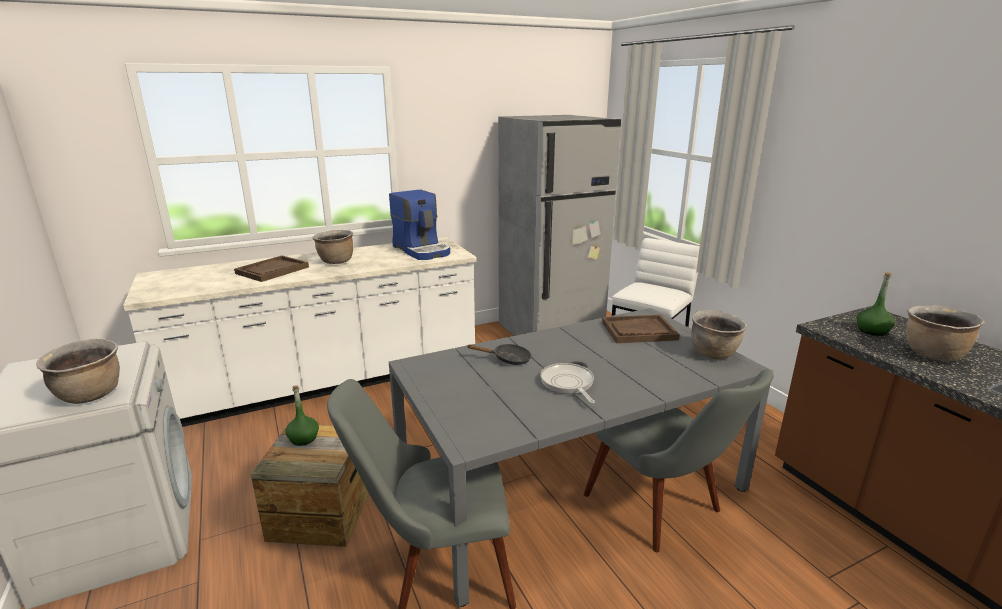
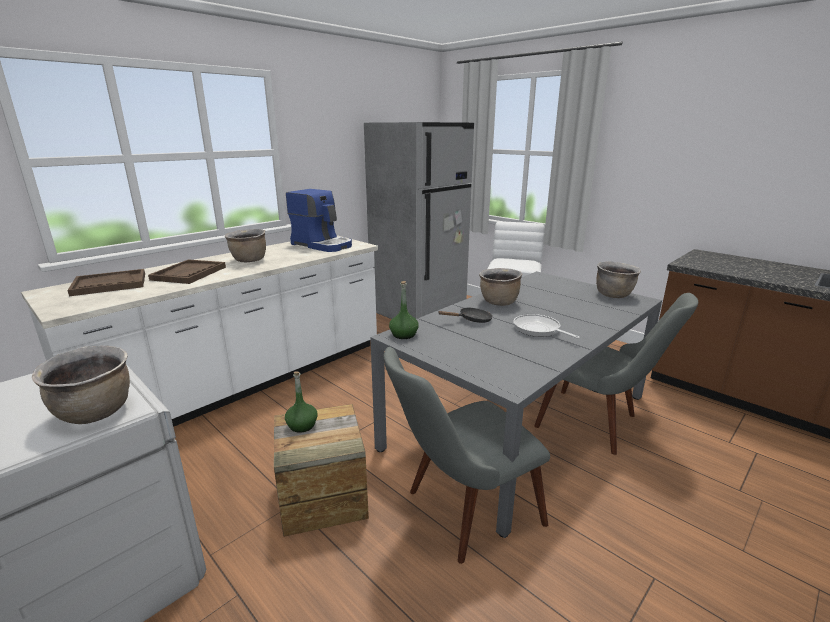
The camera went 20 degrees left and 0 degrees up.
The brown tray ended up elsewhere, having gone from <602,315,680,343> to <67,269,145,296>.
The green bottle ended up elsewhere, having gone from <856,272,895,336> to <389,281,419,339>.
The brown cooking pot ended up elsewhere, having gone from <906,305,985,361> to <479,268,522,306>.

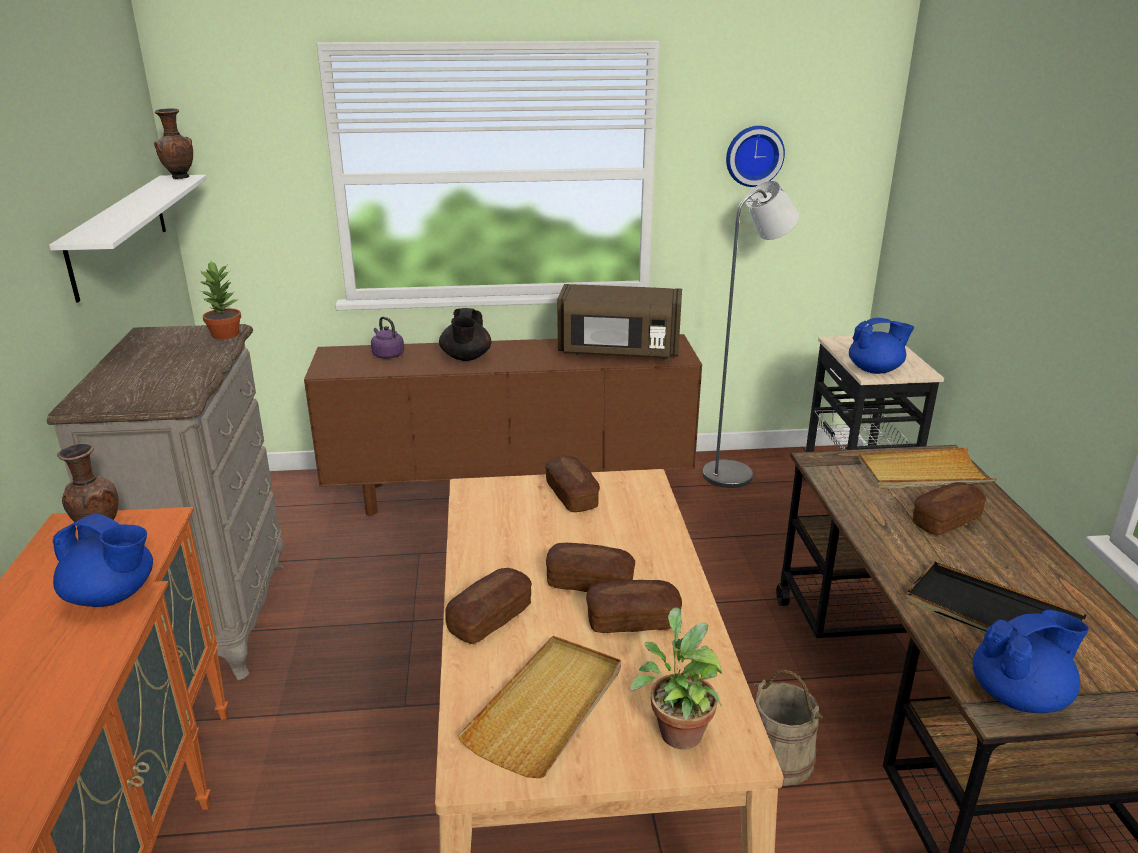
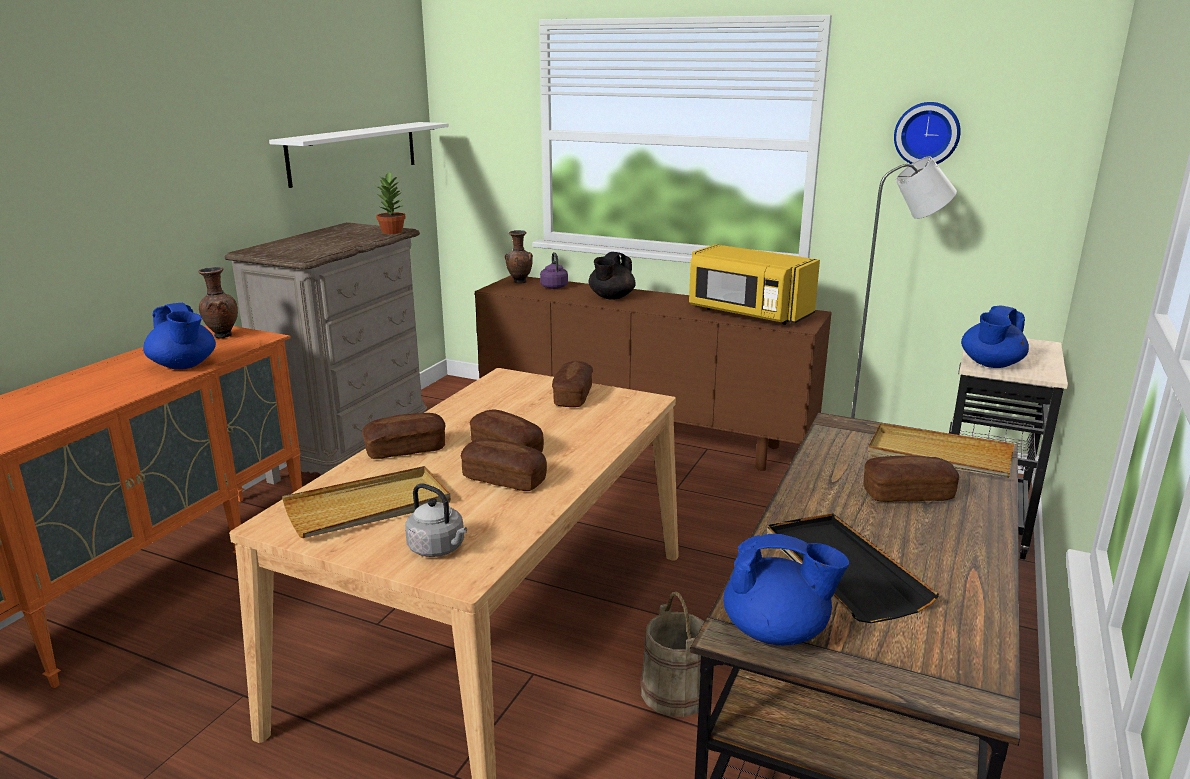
The camera went 30 degrees right and 5 degrees down.
The brown vase ended up elsewhere, having gone from <154,108,193,179> to <505,230,533,284>.
Where the potted plant stood at <630,607,722,749>, the grey kettle came to stand at <405,483,467,557>.
What was the brown microwave at <557,284,682,359> turned into the yellow microwave at <689,244,820,325>.
The blue teapot at <849,318,914,374> ended up facing another way, 105 degrees clockwise from before.

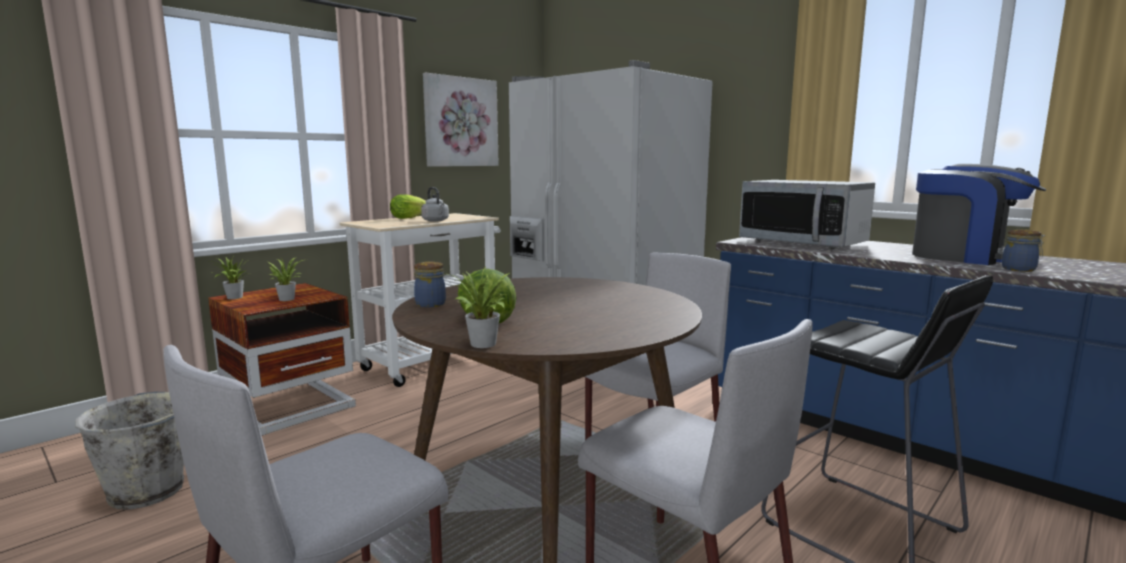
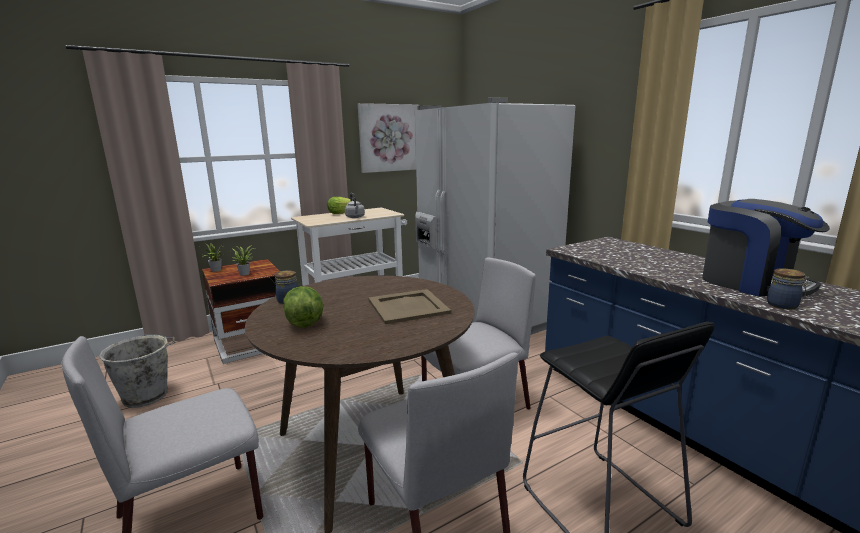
The camera went 15 degrees right and 5 degrees up.
The second view lost the potted plant at <442,268,512,348>.
The second view lost the microwave at <739,180,875,249>.
The second view gained the beige tray at <368,289,451,324>.

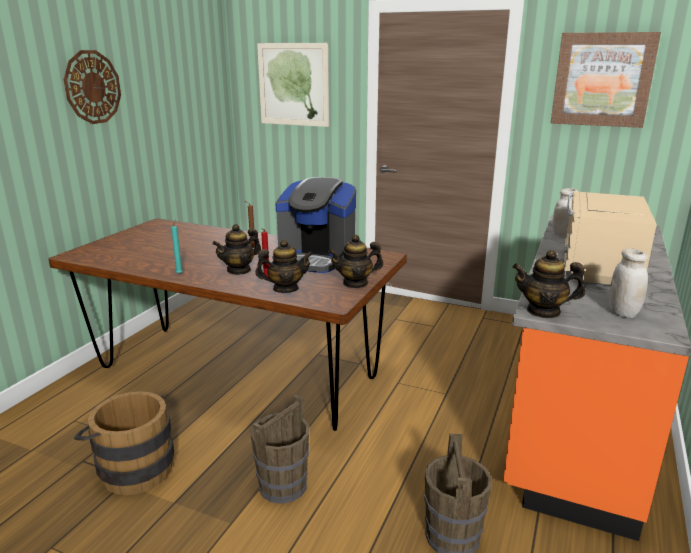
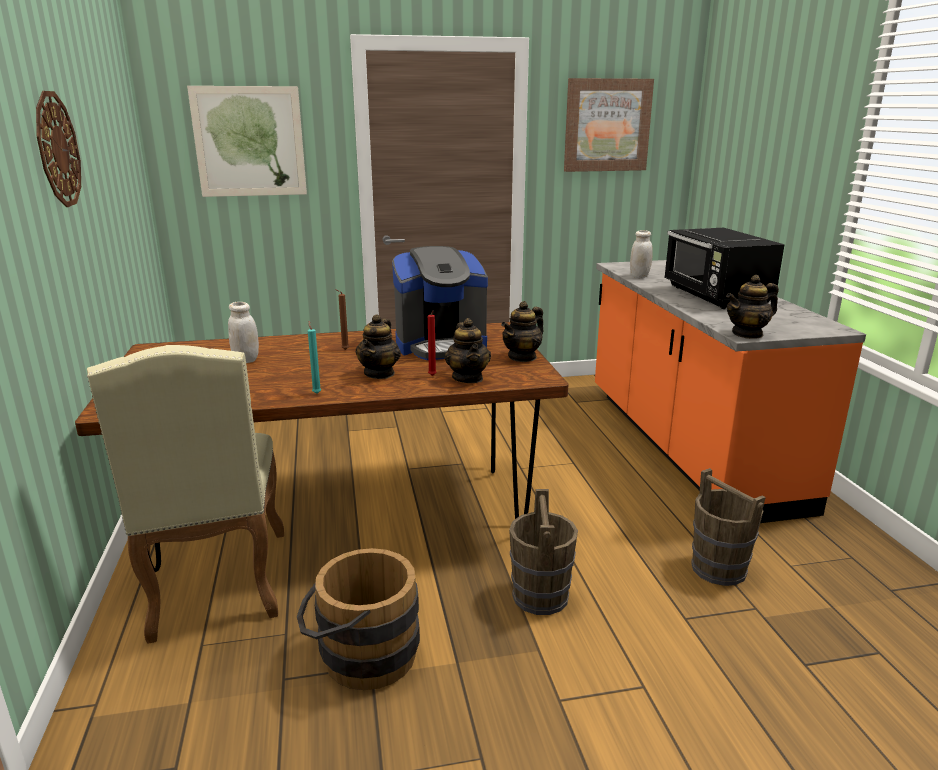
The camera went 35 degrees left and 0 degrees up.
The second view gained the beige chair at <87,345,284,644>.
The white jar ended up elsewhere, having gone from <609,249,648,318> to <228,302,259,363>.
What was the beige microwave at <564,191,657,285> turned into the black microwave at <664,228,785,309>.
The teapot at <255,239,313,293> ended up facing another way, 120 degrees clockwise from before.

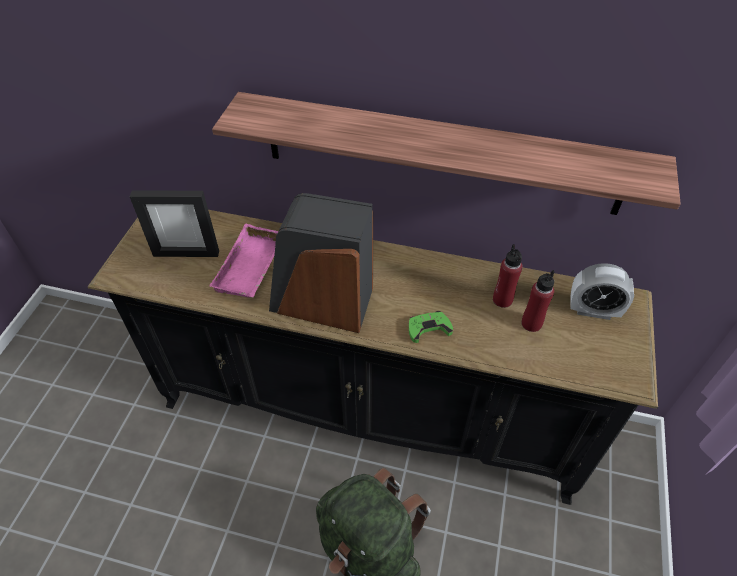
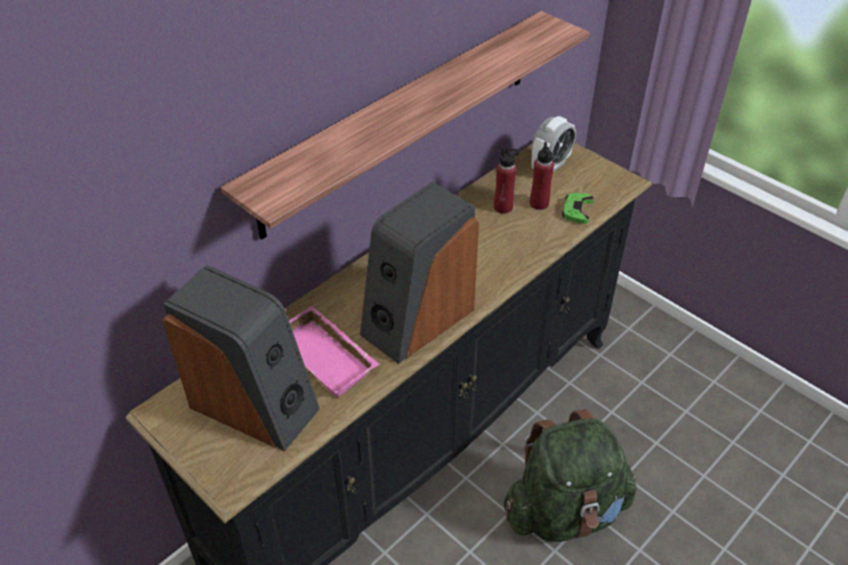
The camera went 60 degrees left and 5 degrees down.
The green game controller ended up elsewhere, having gone from <409,311,453,343> to <562,193,594,224>.
Where the picture frame stood at <130,190,219,257>, the speaker came to stand at <163,265,320,451>.

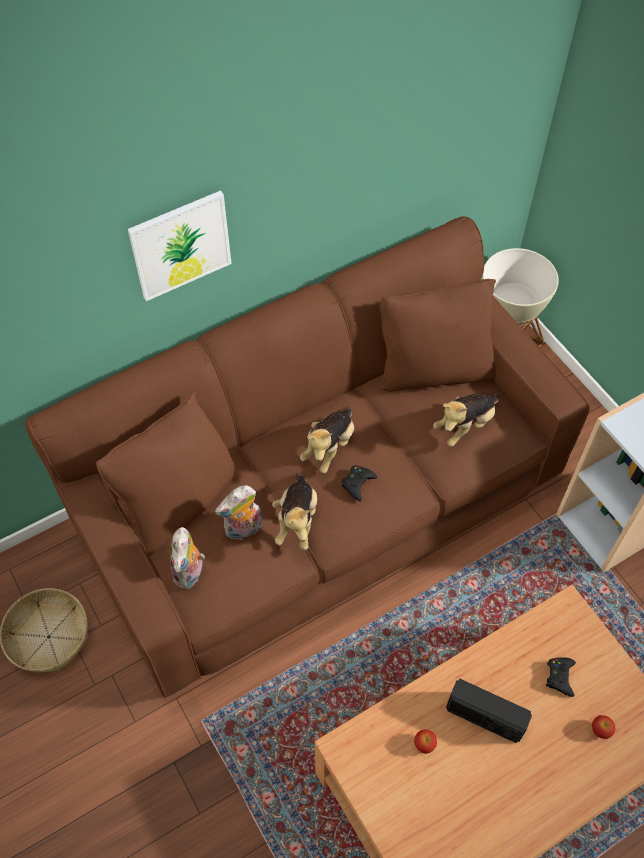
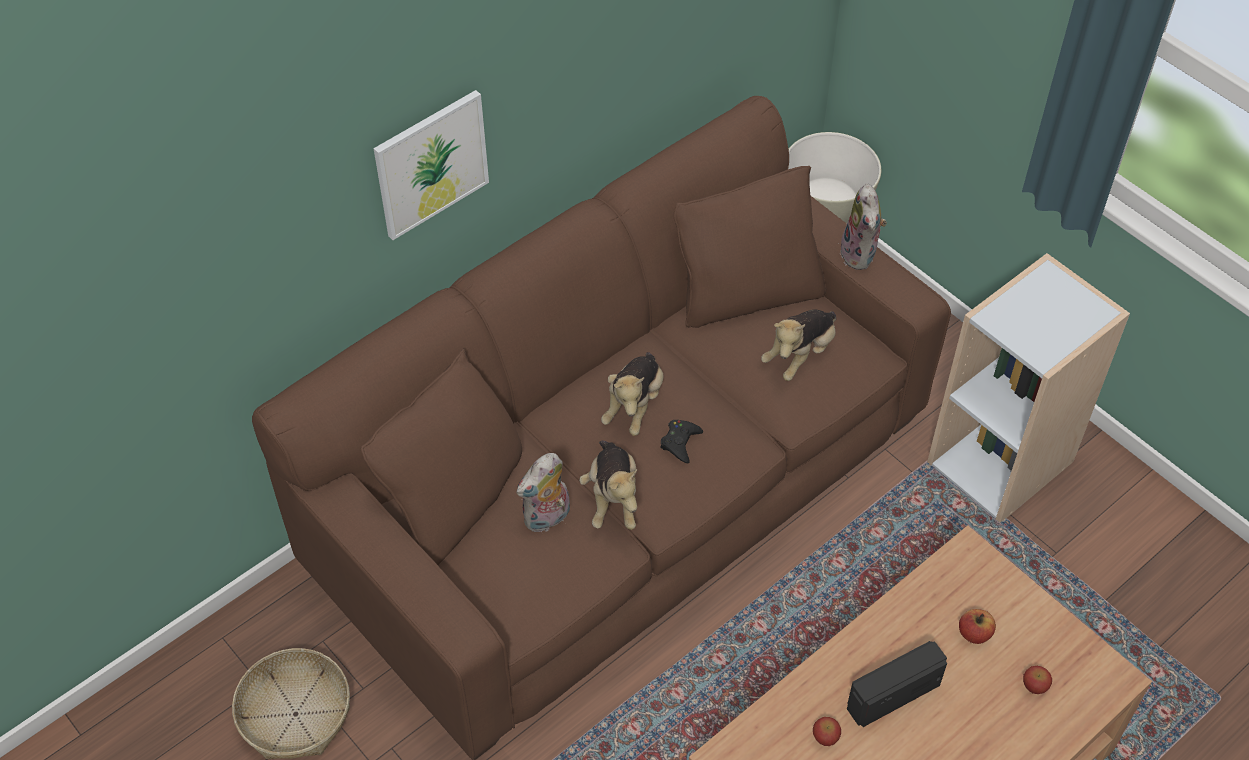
The camera went 10 degrees left and 5 degrees down.
The plush toy ended up elsewhere, having gone from <170,527,205,589> to <840,183,887,270>.
Where the black game controller stood at <546,658,576,697>, the apple came to stand at <959,609,996,644>.
The radio at <446,679,532,743> ended up facing another way, 135 degrees clockwise from before.

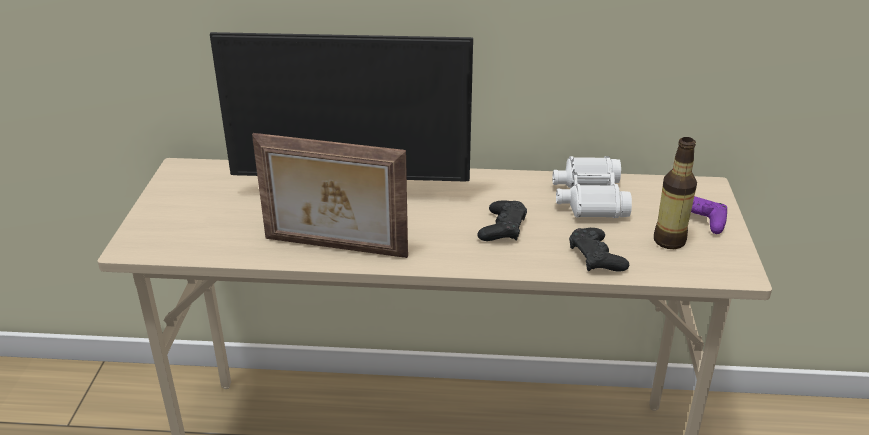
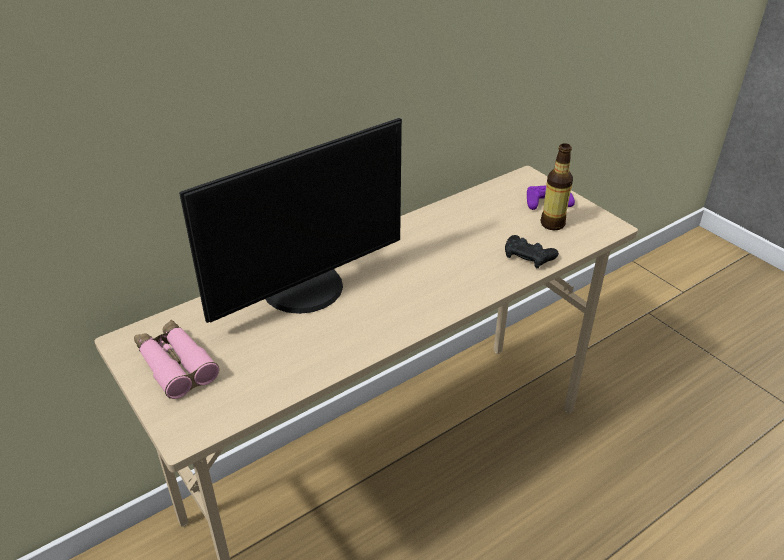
The camera went 40 degrees left and 5 degrees up.
The second view lost the picture frame at <252,133,408,258>.
The second view lost the black game controller at <477,200,527,241>.
The second view lost the white binoculars at <552,156,632,218>.
The second view gained the pink binoculars at <134,320,219,399>.

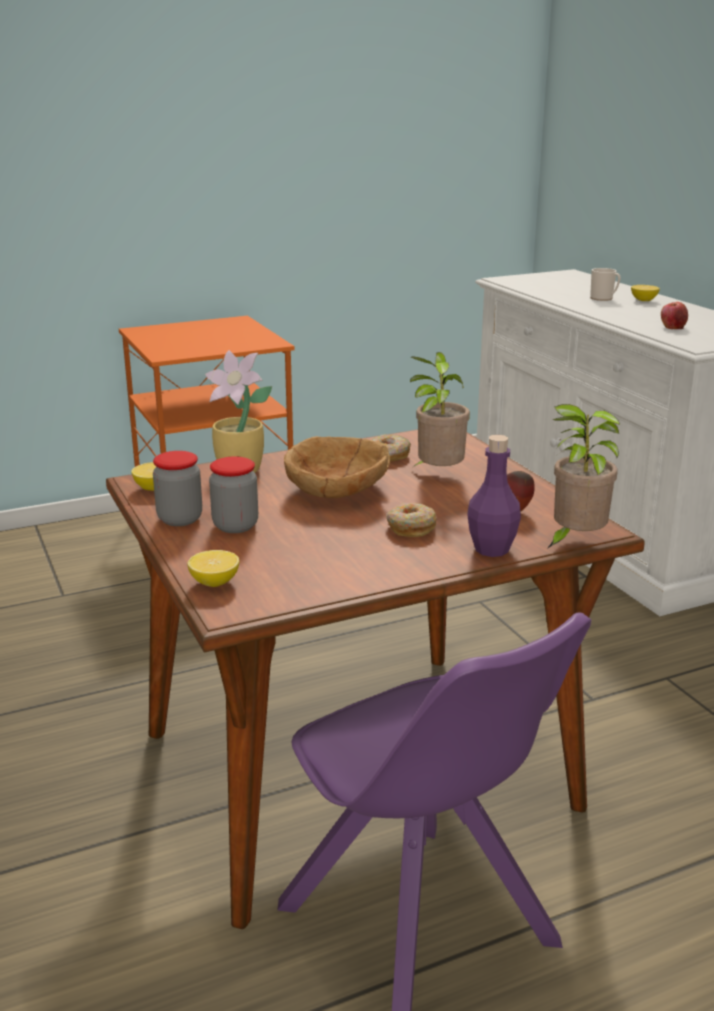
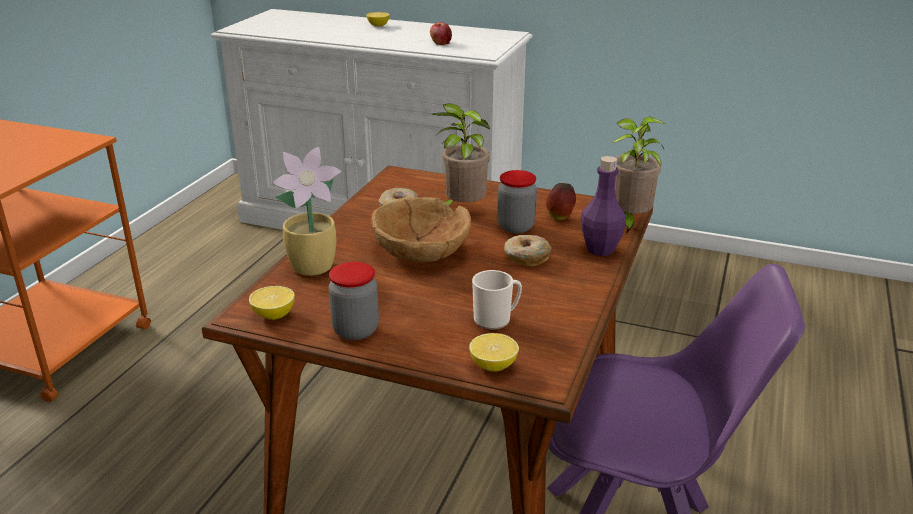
The camera went 45 degrees left and 5 degrees up.
The jar ended up elsewhere, having gone from <209,456,258,533> to <497,170,537,233>.
The mug ended up elsewhere, having gone from <590,268,621,301> to <472,270,522,330>.

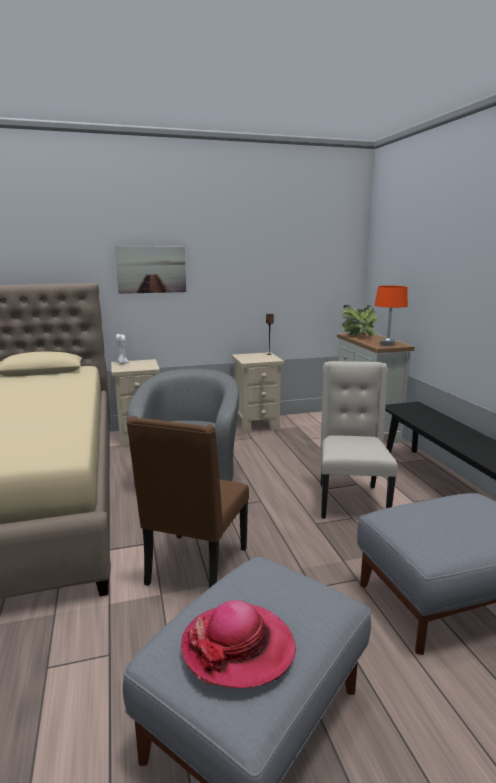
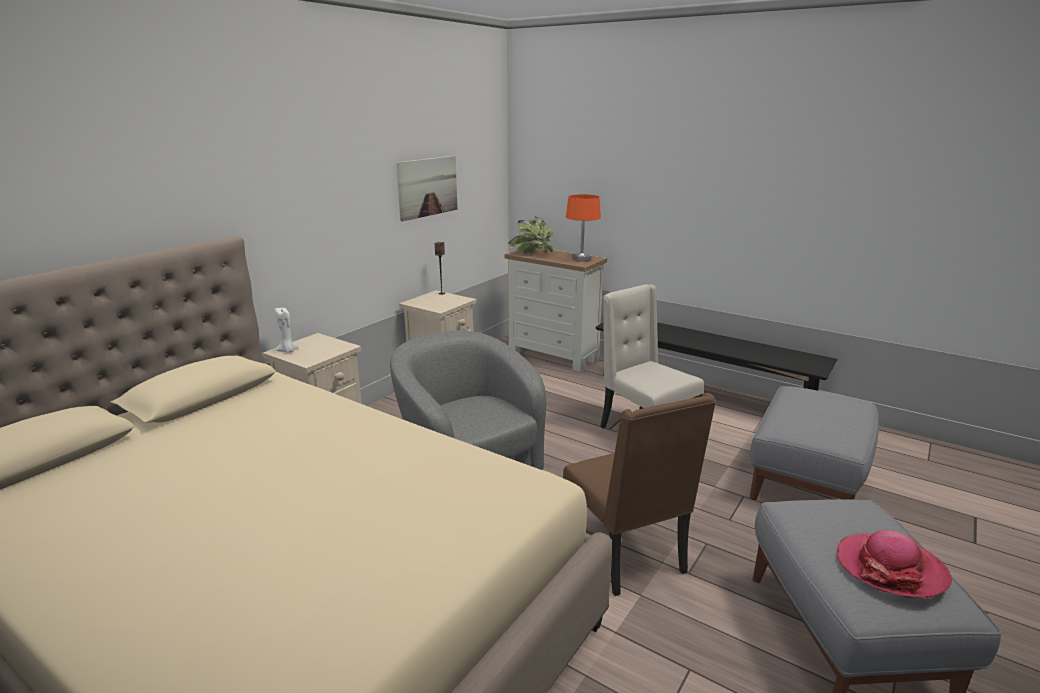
The camera went 40 degrees left and 5 degrees up.
The picture ended up elsewhere, having gone from <115,246,186,294> to <396,156,458,221>.

